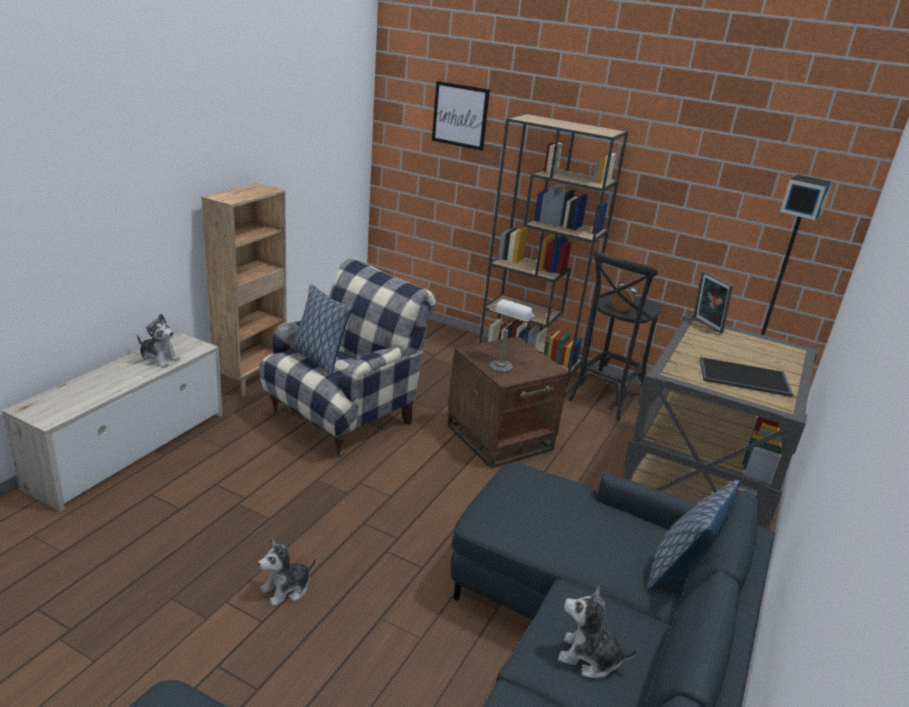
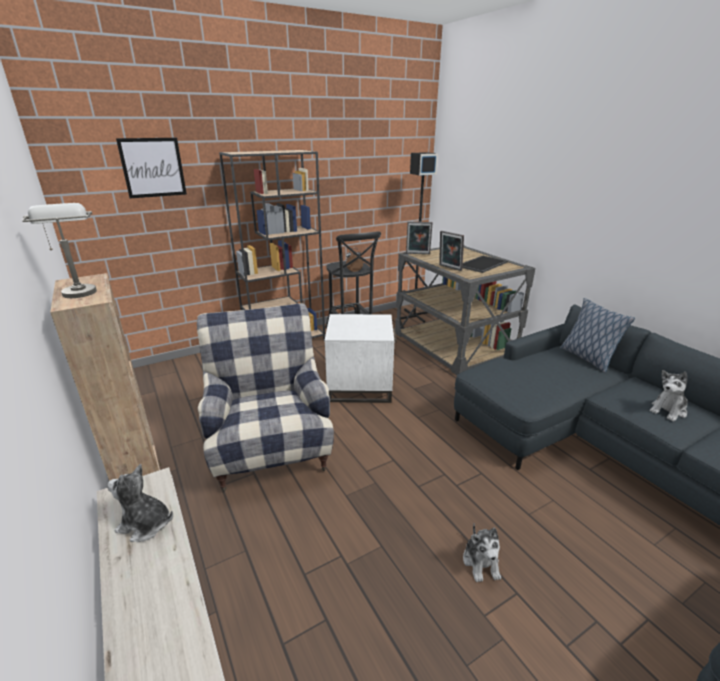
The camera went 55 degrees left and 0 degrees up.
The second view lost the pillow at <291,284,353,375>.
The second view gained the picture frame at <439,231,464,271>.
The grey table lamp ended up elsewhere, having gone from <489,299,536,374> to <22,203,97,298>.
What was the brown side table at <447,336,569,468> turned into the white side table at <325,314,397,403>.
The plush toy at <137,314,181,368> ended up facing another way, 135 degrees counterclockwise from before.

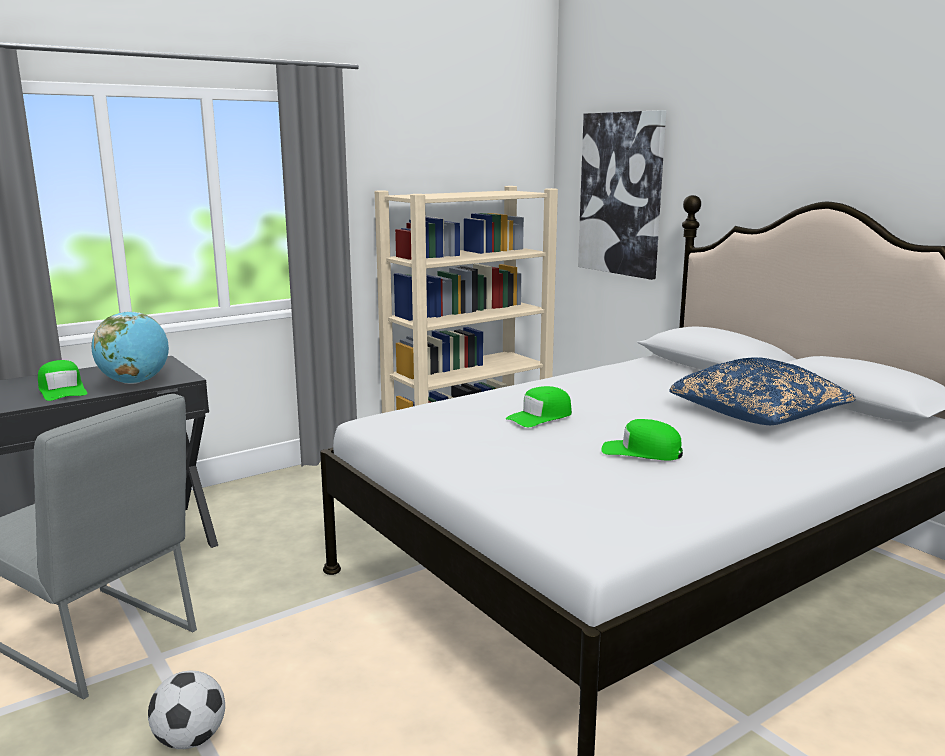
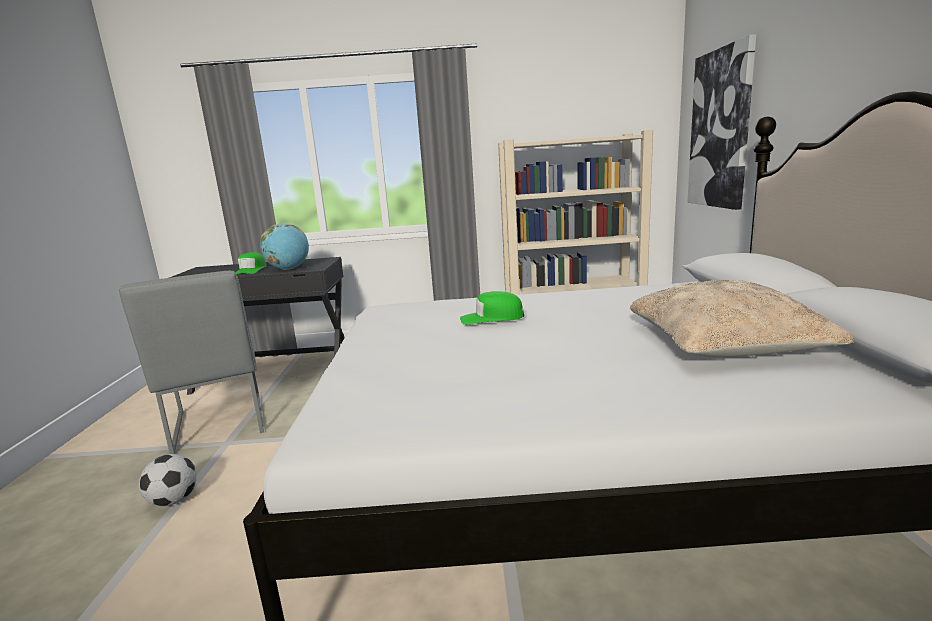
The camera went 35 degrees right and 0 degrees up.
The second view lost the green cap at <601,419,683,460>.
What was the blue pillow at <669,357,855,425> turned into the beige pillow at <630,280,856,357>.

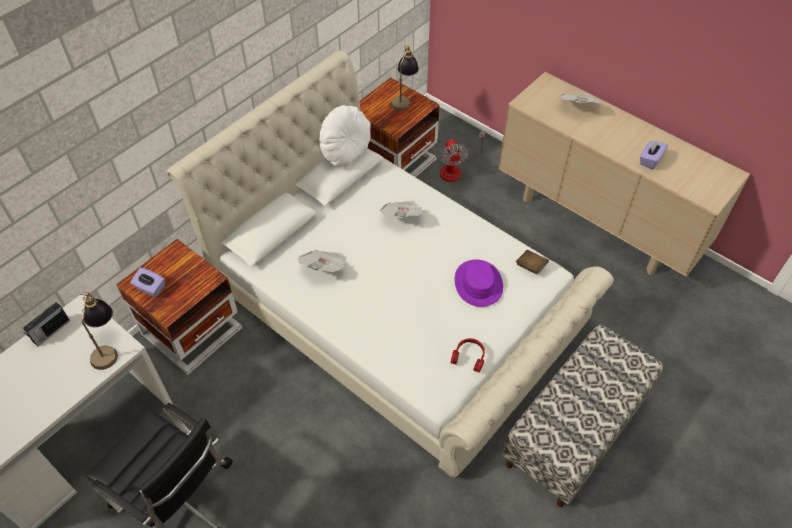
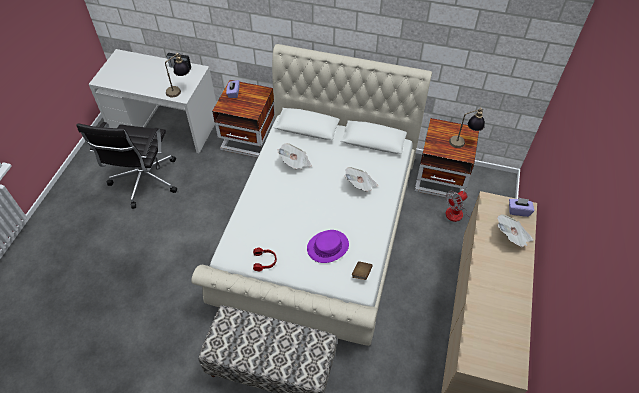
The camera went 65 degrees right and 0 degrees up.
The second view lost the white pillow at <319,105,371,167>.
The purple tissue box ended up elsewhere, having gone from <640,140,668,170> to <509,198,534,217>.

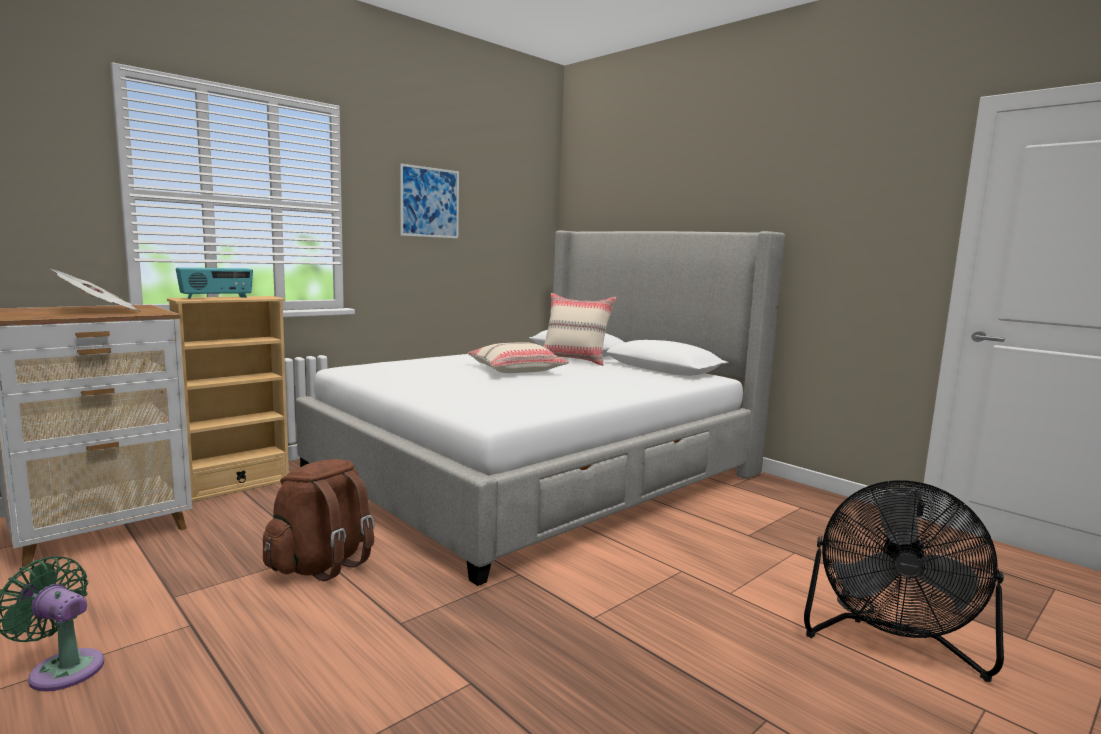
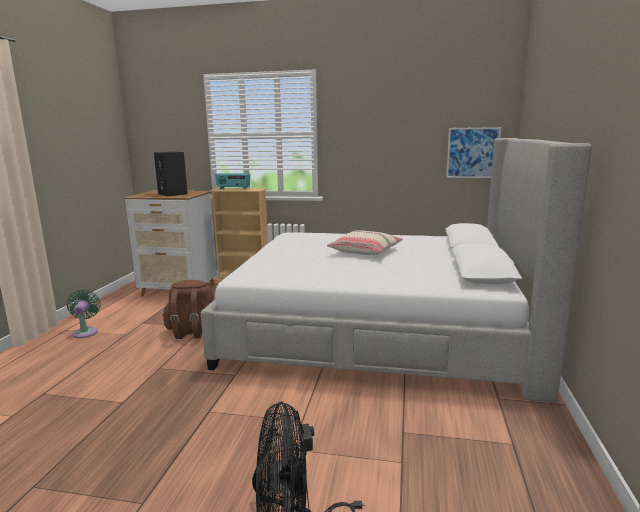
The camera went 55 degrees right and 5 degrees up.
The second view lost the beige pillow at <543,293,616,366>.
The picture ended up elsewhere, having gone from <400,163,459,238> to <446,127,501,178>.
Where the newspaper stood at <51,269,142,312>, the black speaker came to stand at <154,152,188,196>.

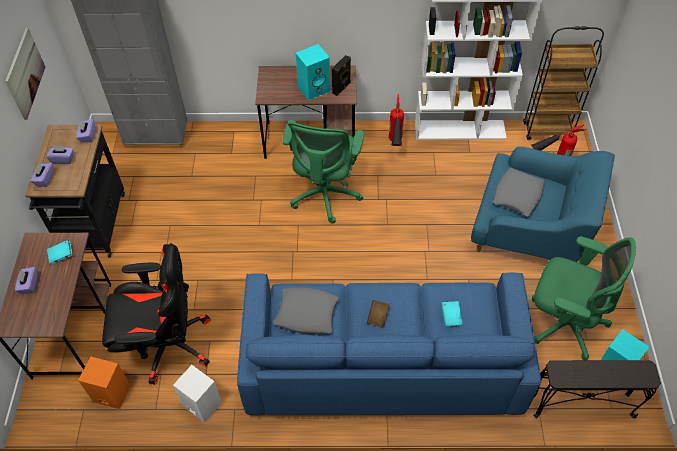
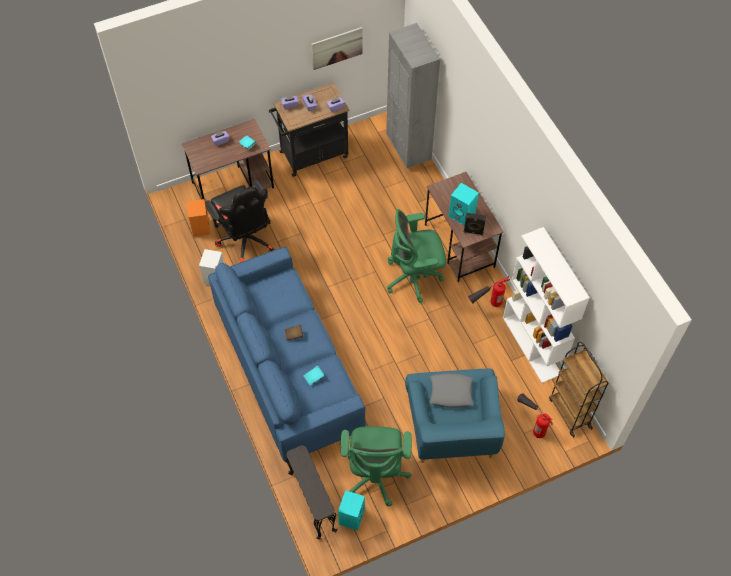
The camera went 65 degrees right and 5 degrees up.
The second view lost the grey pillow at <273,287,339,334>.

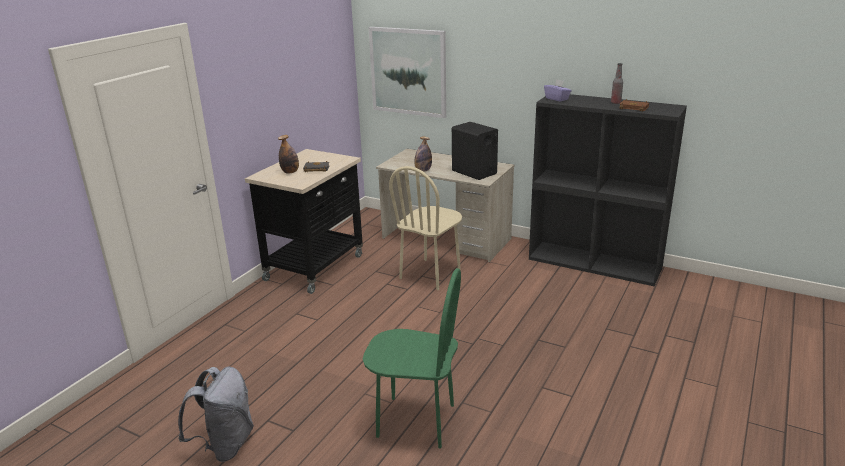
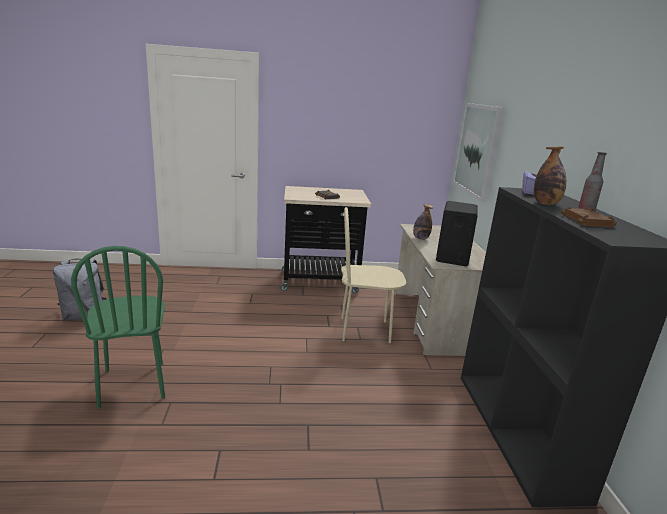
The camera went 55 degrees right and 5 degrees down.
The bottle ended up elsewhere, having gone from <278,135,299,174> to <534,146,566,205>.

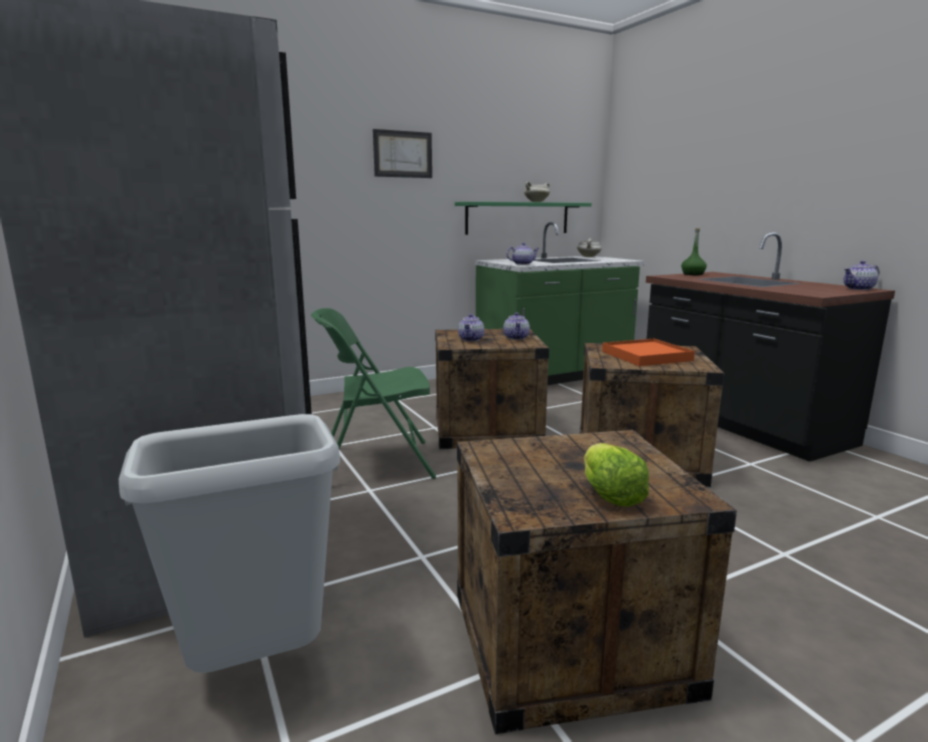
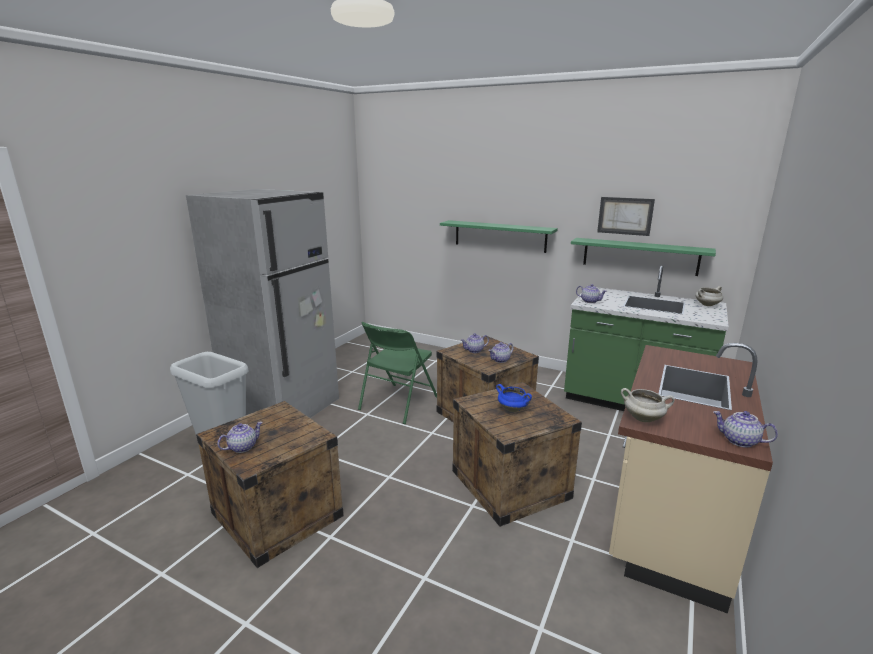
The camera went 55 degrees right and 5 degrees up.
The second view lost the green bottle at <681,228,707,275>.
The second view gained the green shelf at <440,220,558,253>.
The picture ended up elsewhere, having gone from <373,129,432,178> to <597,197,655,236>.
The white cooking pot ended up elsewhere, having gone from <524,182,550,202> to <621,388,675,422>.
Where the lettuce stood at <584,443,649,507>, the teapot came to stand at <217,422,263,453>.
Where the orange tray stood at <602,339,695,366>, the blue cooking pot came to stand at <496,384,532,412>.
What was the black counter at <646,232,895,462> turned into the beige counter at <609,343,773,614>.
The green chair at <311,308,436,479> ended up facing another way, 105 degrees counterclockwise from before.

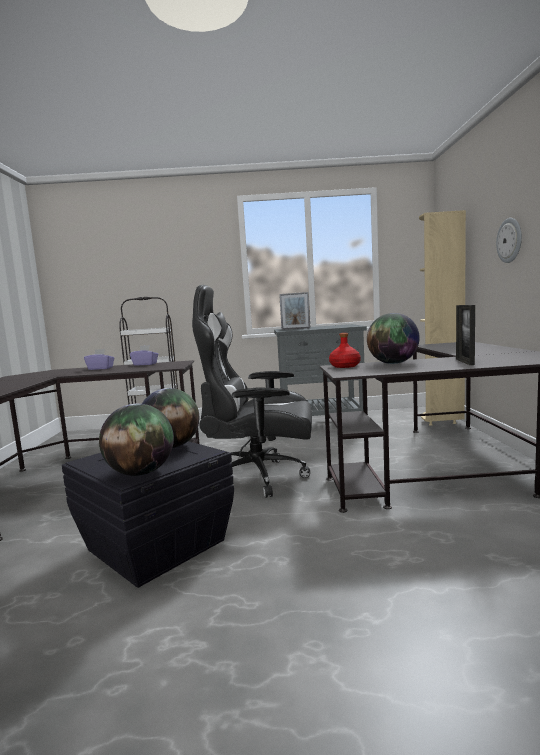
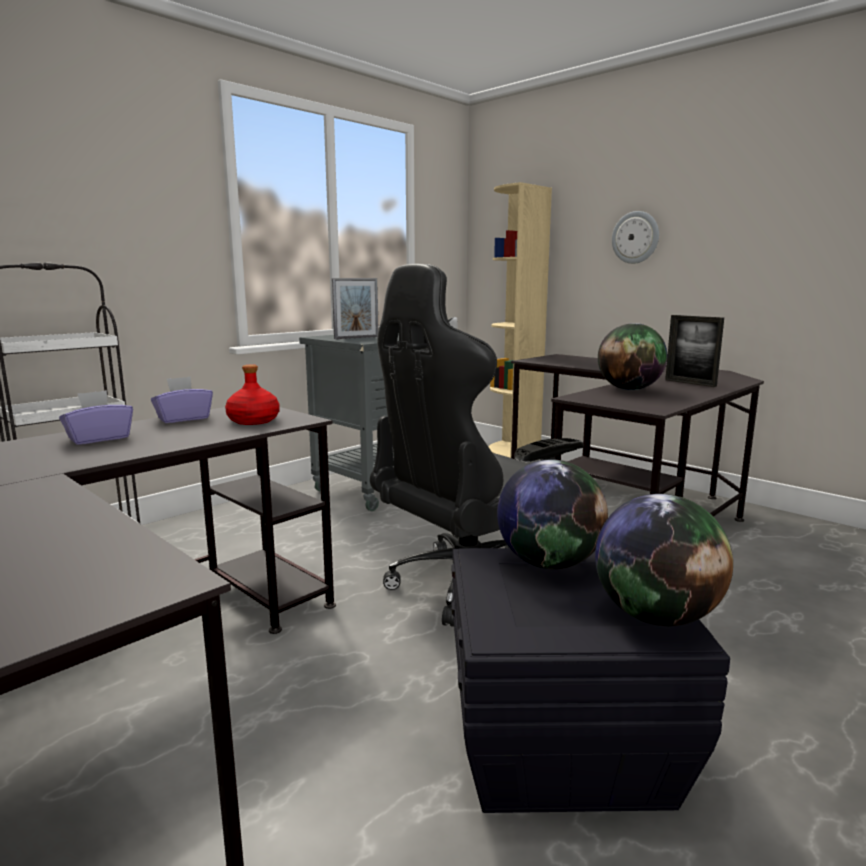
The camera went 45 degrees left and 5 degrees up.
The red bottle ended up elsewhere, having gone from <329,333,361,368> to <225,365,280,425>.

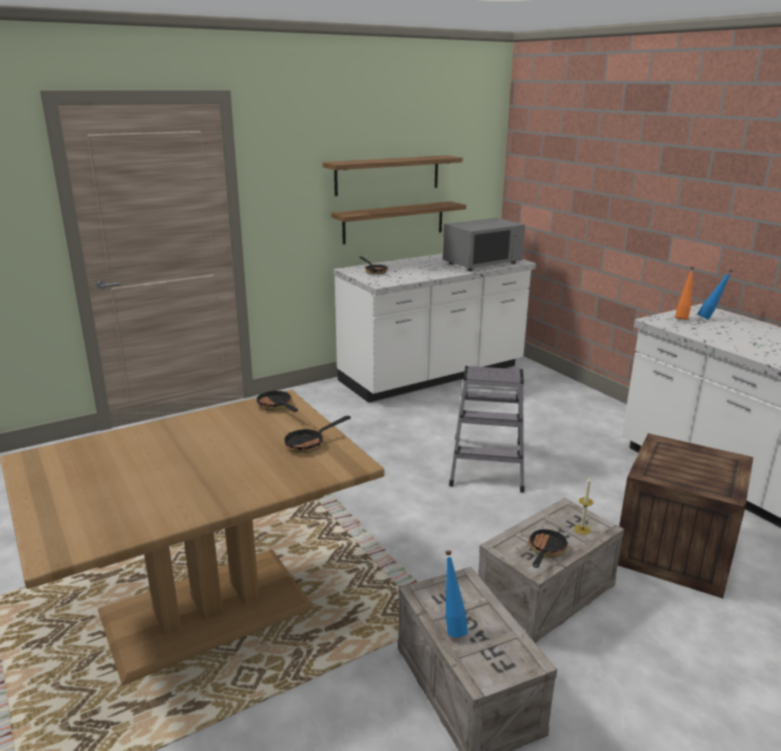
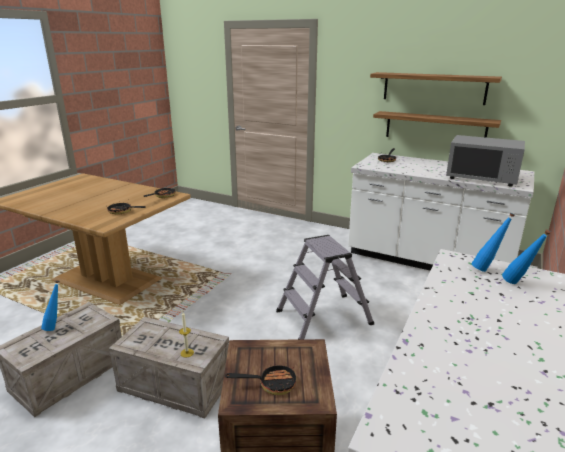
The camera went 60 degrees right and 0 degrees up.
The frying pan ended up elsewhere, having gone from <529,526,568,568> to <225,363,296,395>.
What was the orange bottle at <675,267,694,320> turned into the blue bottle at <471,213,515,272>.

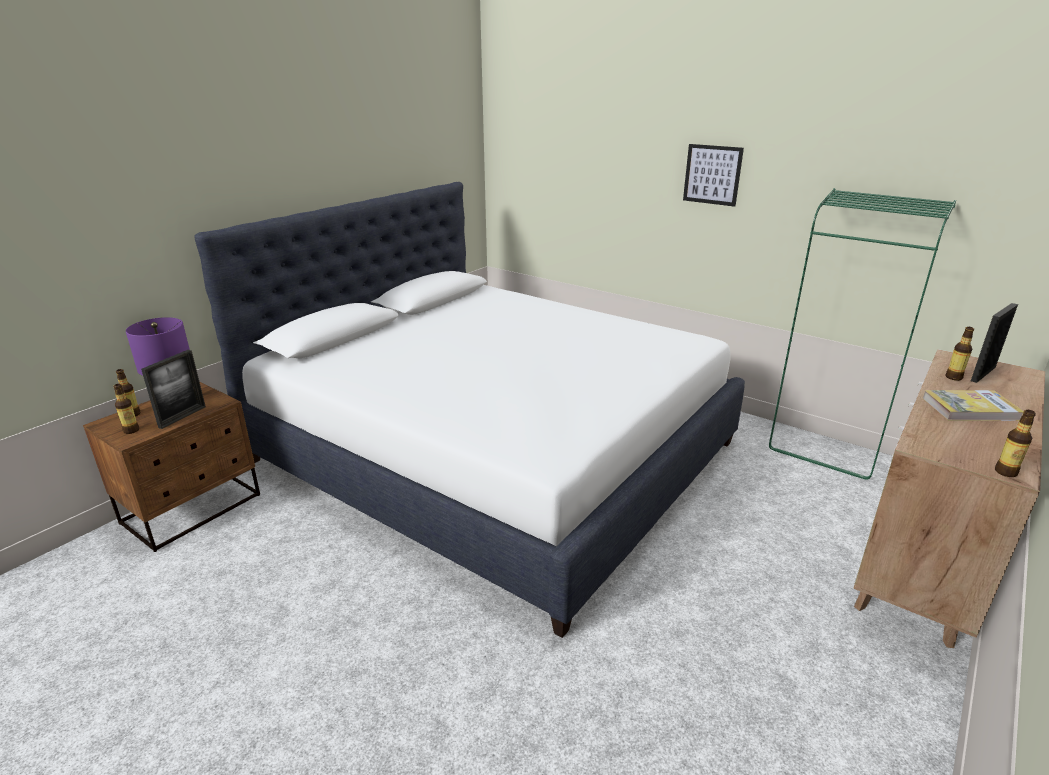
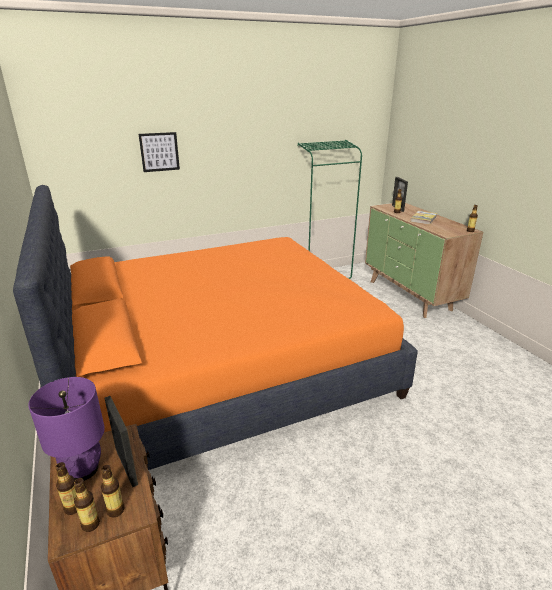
The camera went 60 degrees left and 0 degrees up.
The second view gained the bottle at <74,478,100,532>.
The picture ended up elsewhere, having gone from <683,144,744,207> to <139,132,180,172>.
What was the white bed at <194,182,745,638> turned into the orange bed at <13,185,418,470>.

